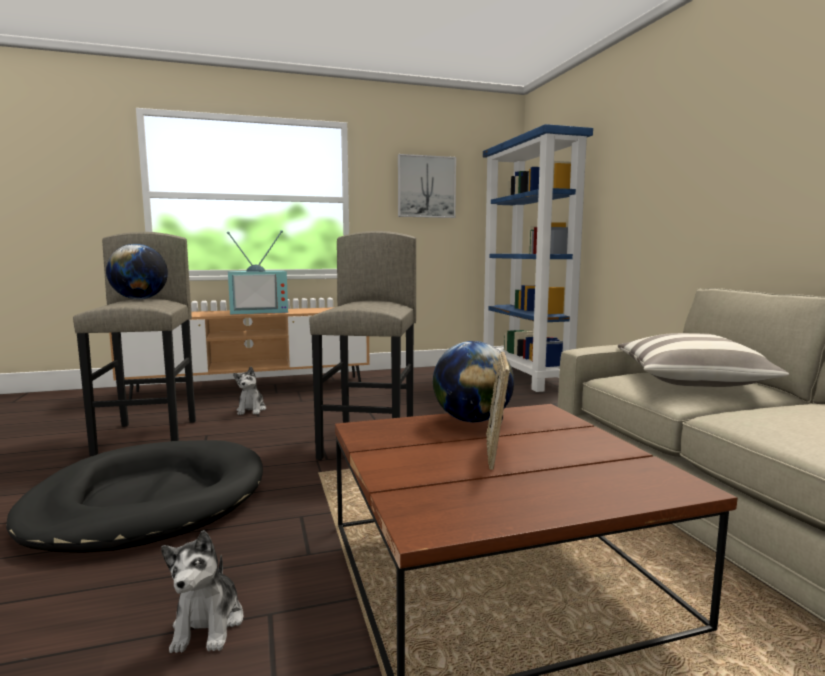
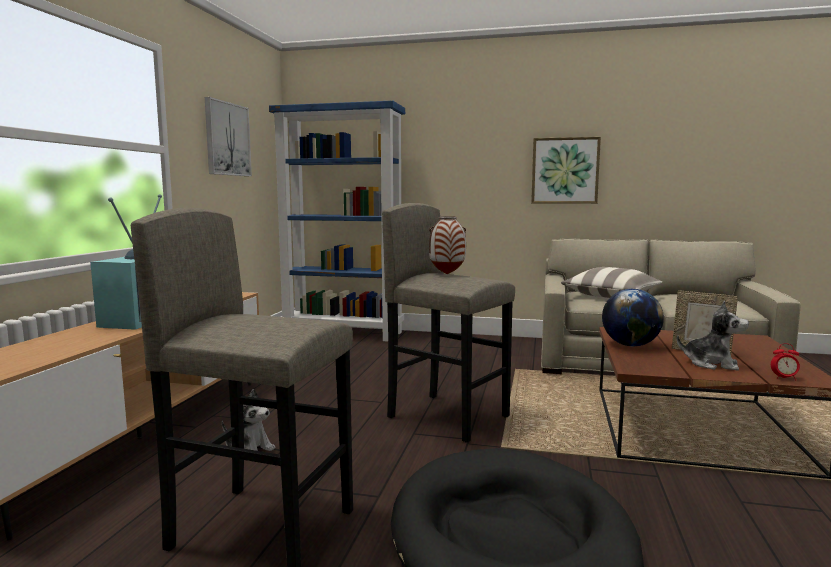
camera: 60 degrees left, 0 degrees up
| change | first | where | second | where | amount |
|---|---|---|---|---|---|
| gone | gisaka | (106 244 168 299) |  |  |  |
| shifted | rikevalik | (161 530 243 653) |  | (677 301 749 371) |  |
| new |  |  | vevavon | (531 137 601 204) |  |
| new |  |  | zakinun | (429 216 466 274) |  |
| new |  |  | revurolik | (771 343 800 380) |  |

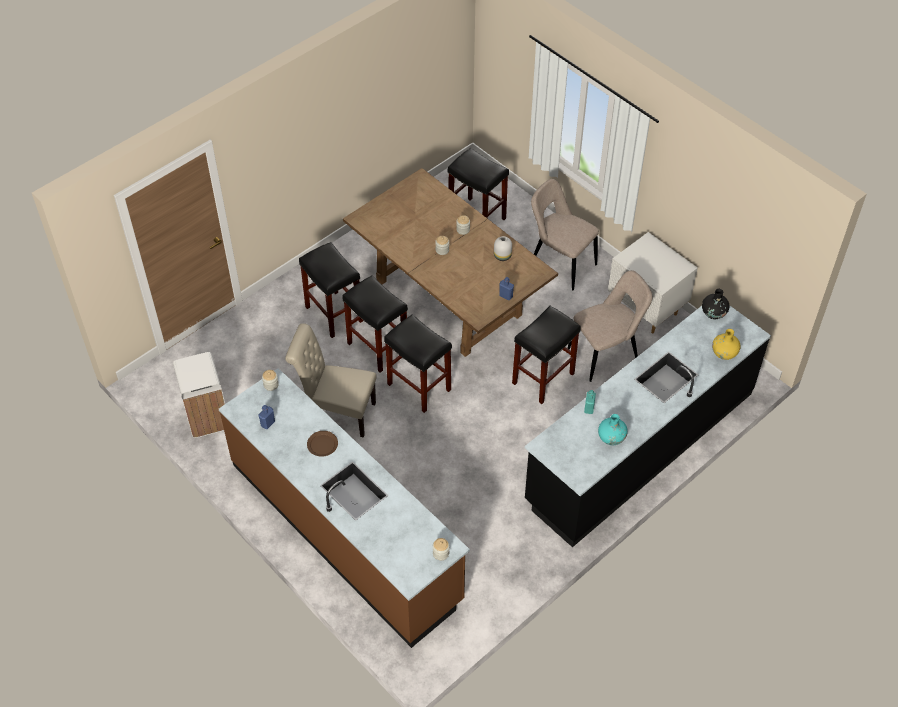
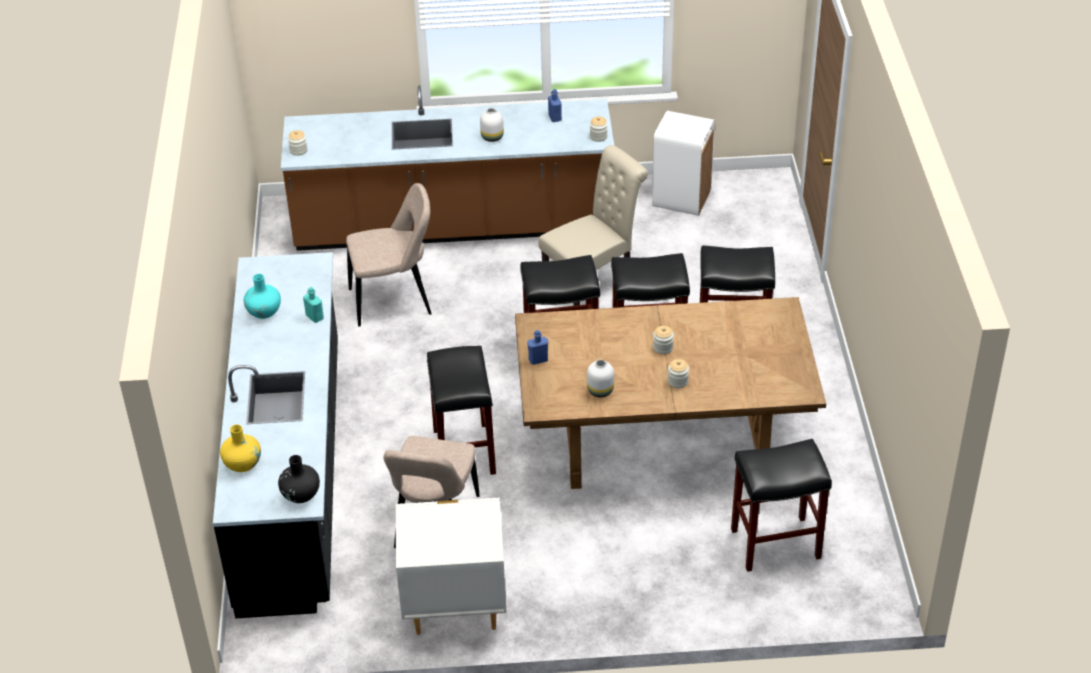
camera: 130 degrees right, 10 degrees down
| change | first | where | second | where | amount |
|---|---|---|---|---|---|
| shifted | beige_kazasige | (531 179 599 290) |  | (346 183 432 326) |  |
| swapped | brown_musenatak | (307 431 338 457) | white_zakinun | (480 108 504 142) |  |

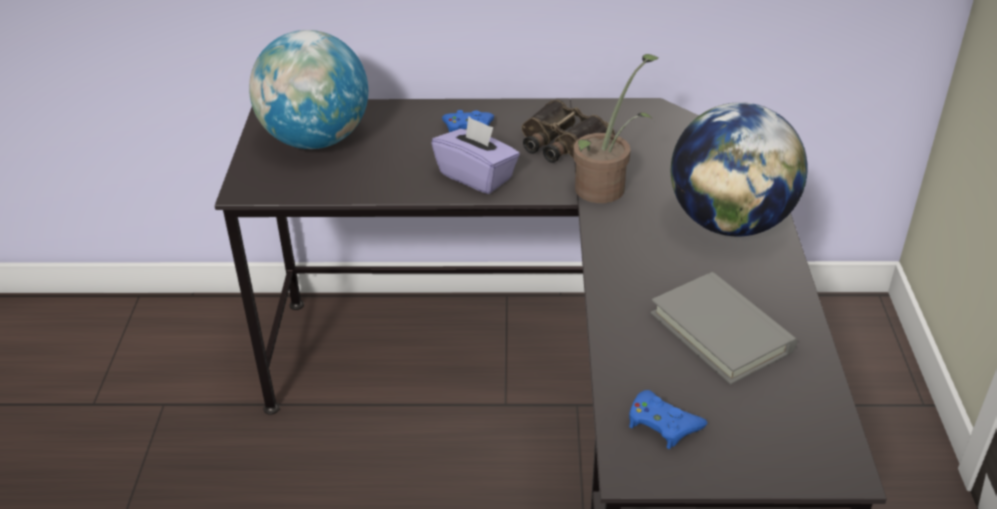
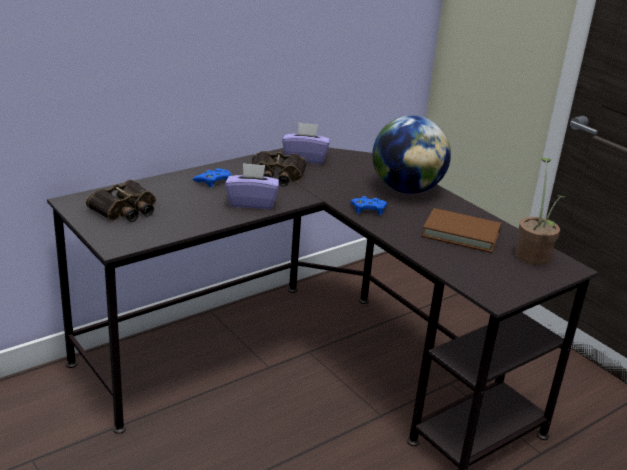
camera: 40 degrees left, 10 degrees down
| change | first | where | second | where | amount |
|---|---|---|---|---|---|
| swapped | gisaka | (249 30 368 149) | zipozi | (86 180 156 222) |  |
| shifted | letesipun | (573 54 659 203) |  | (515 158 567 265) |  |
| repainted | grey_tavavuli | (651 272 797 385) | brown_tavavuli | (422 208 501 253) |  |
| shifted | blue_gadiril | (629 390 707 449) |  | (350 196 387 215) |  |
| new |  |  | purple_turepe | (282 122 330 164) |  |

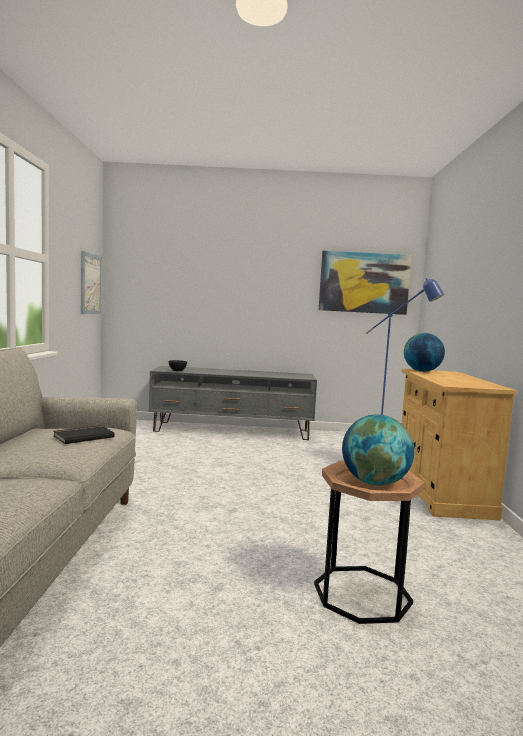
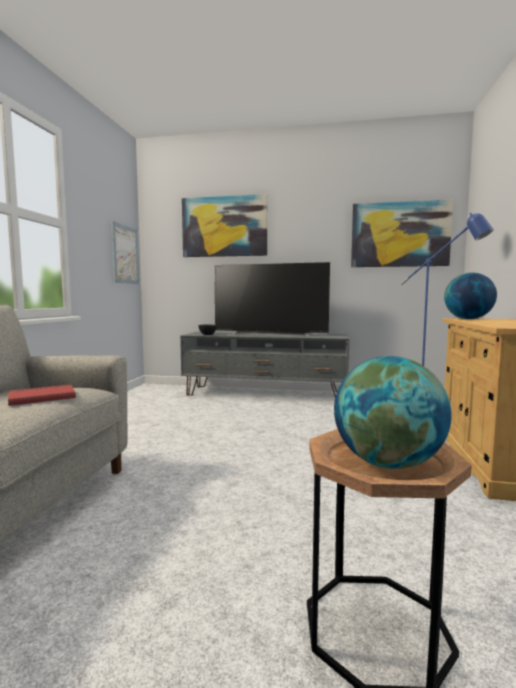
camera: 10 degrees right, 0 degrees up
| change | first | where | second | where | amount |
|---|---|---|---|---|---|
| repainted | black_tavavuli | (53 425 115 444) | red_tavavuli | (8 384 76 406) |  |
| new |  |  | vevavon | (182 194 267 257) |  |
| new |  |  | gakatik | (214 262 330 336) |  |

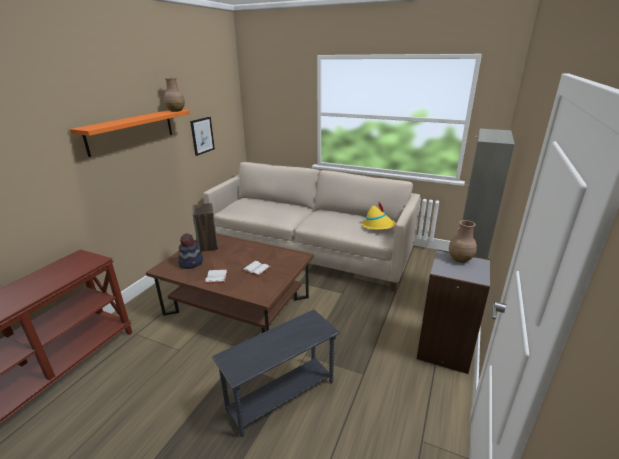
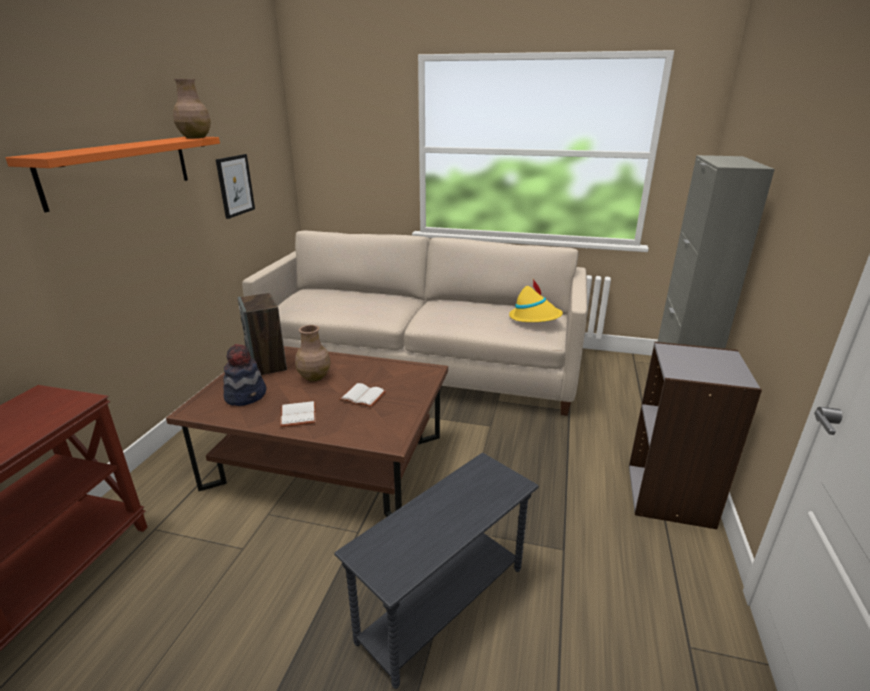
camera: 10 degrees left, 0 degrees up
| change | first | where | second | where | amount |
|---|---|---|---|---|---|
| shifted | brown_zakinun | (449 220 477 263) |  | (295 325 330 381) |  |

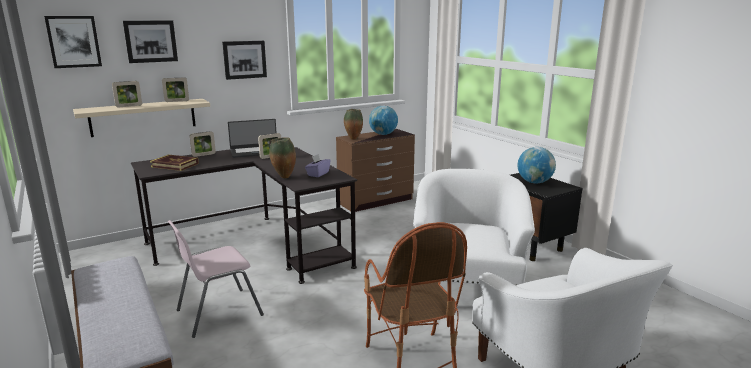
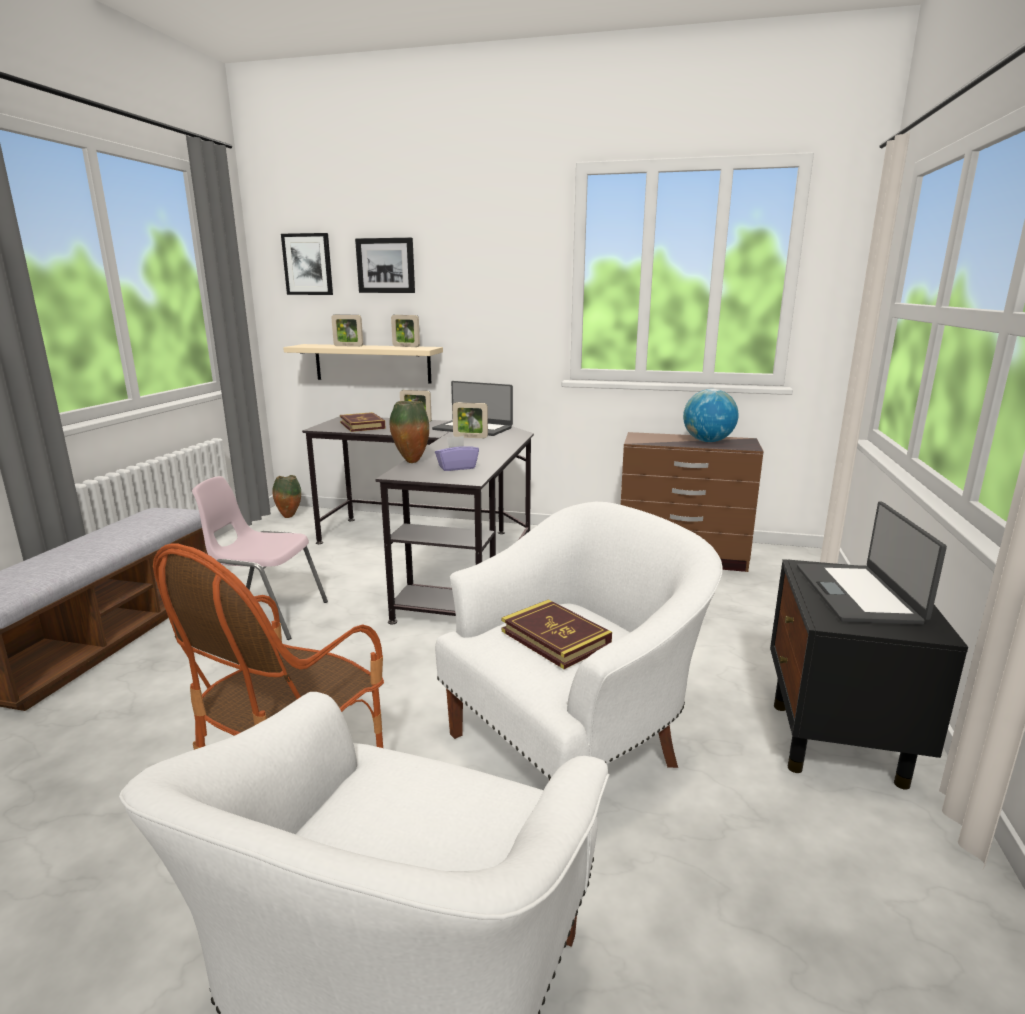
camera: 45 degrees right, 0 degrees up
| change | first | where | second | where | amount |
|---|---|---|---|---|---|
| gone | vevavon | (222 41 267 80) |  |  |  |
| shifted | zakinun | (344 109 363 140) |  | (272 475 301 518) |  |
| swapped | gisaka | (517 147 556 183) | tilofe | (797 501 947 625) |  |
| new |  |  | tavavuli | (502 599 612 669) |  |

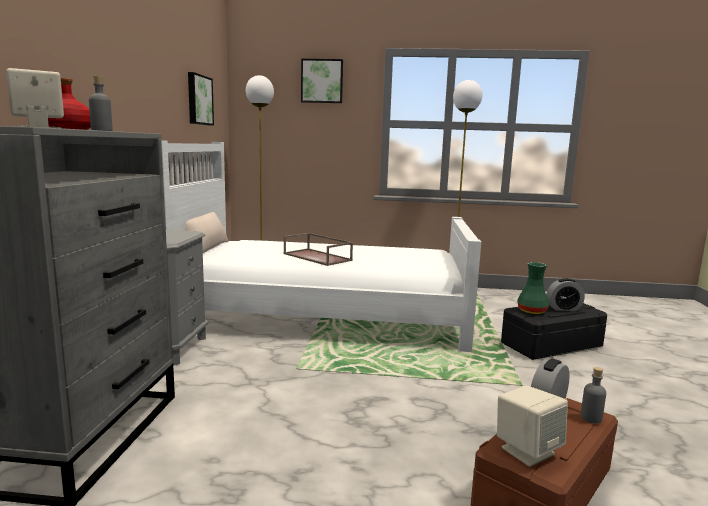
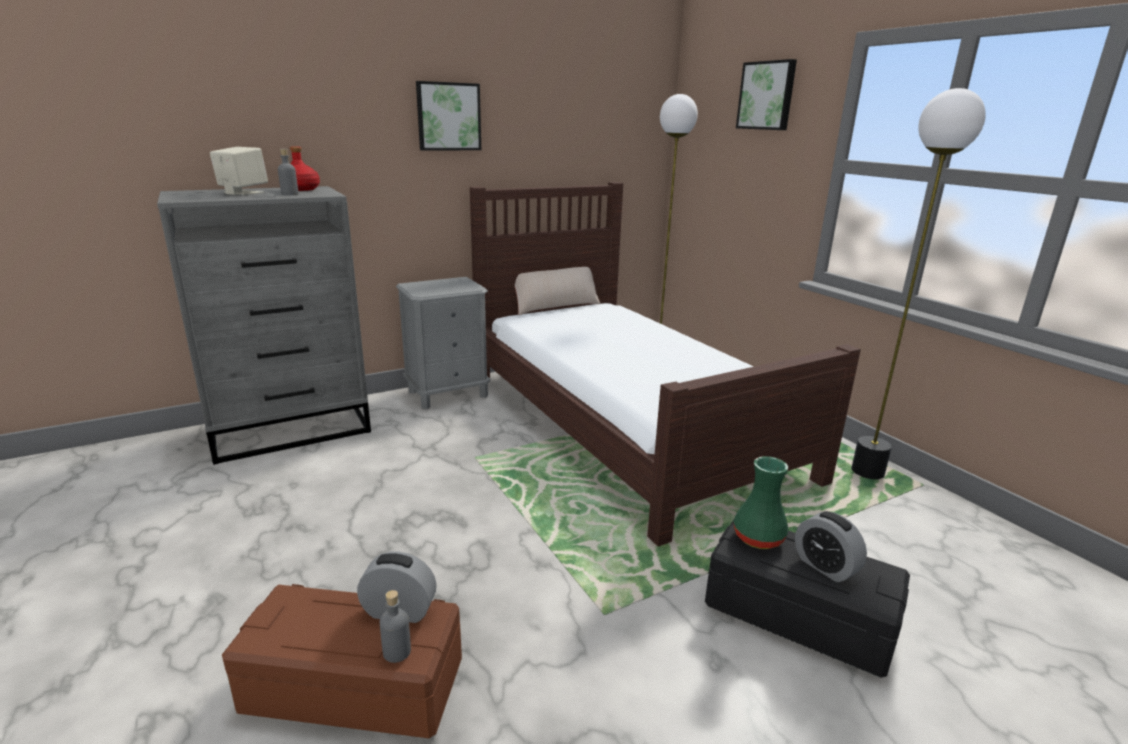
camera: 55 degrees right, 10 degrees up
| change | first | where | second | where | amount |
|---|---|---|---|---|---|
| shifted | vevavon | (188 72 214 126) |  | (416 81 481 151) |  |
| repainted | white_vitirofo | (161 140 481 352) | brown_vitirofo | (470 182 861 546) |  |
| gone | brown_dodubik | (284 233 353 266) |  |  |  |
| gone | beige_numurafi | (497 385 568 467) |  |  |  |

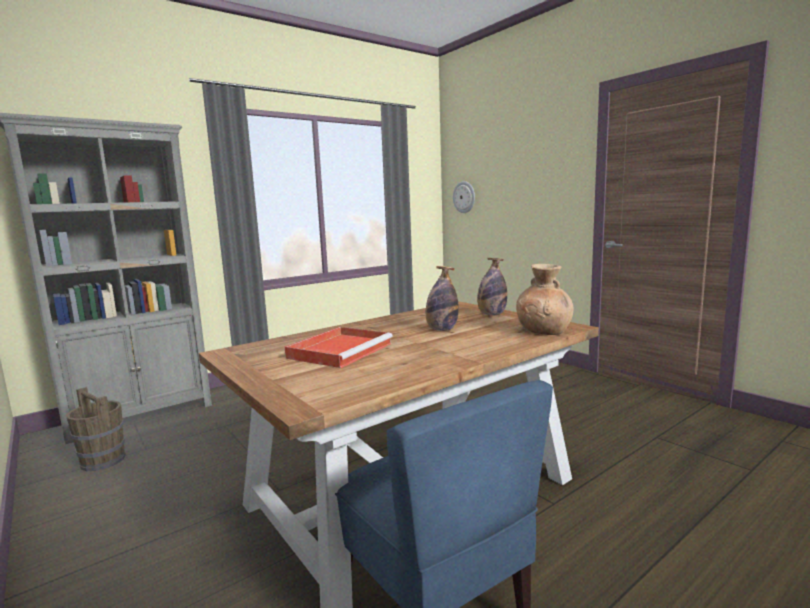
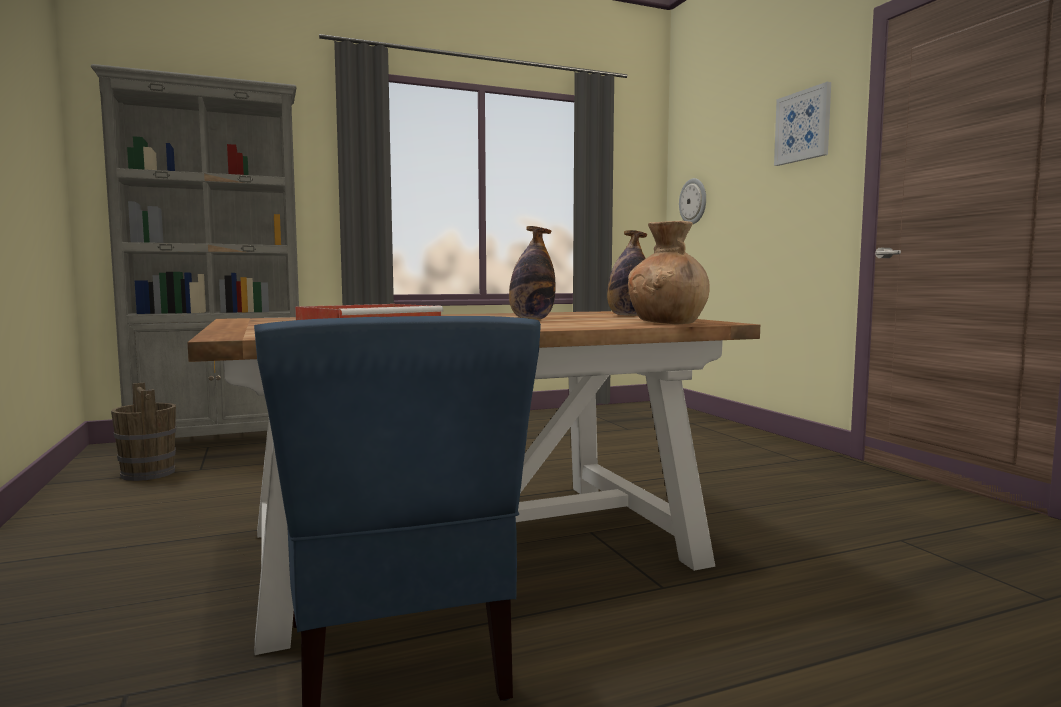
camera: 15 degrees right, 5 degrees down
| change | first | where | second | where | amount |
|---|---|---|---|---|---|
| new |  |  | vevavon | (774 82 831 166) |  |

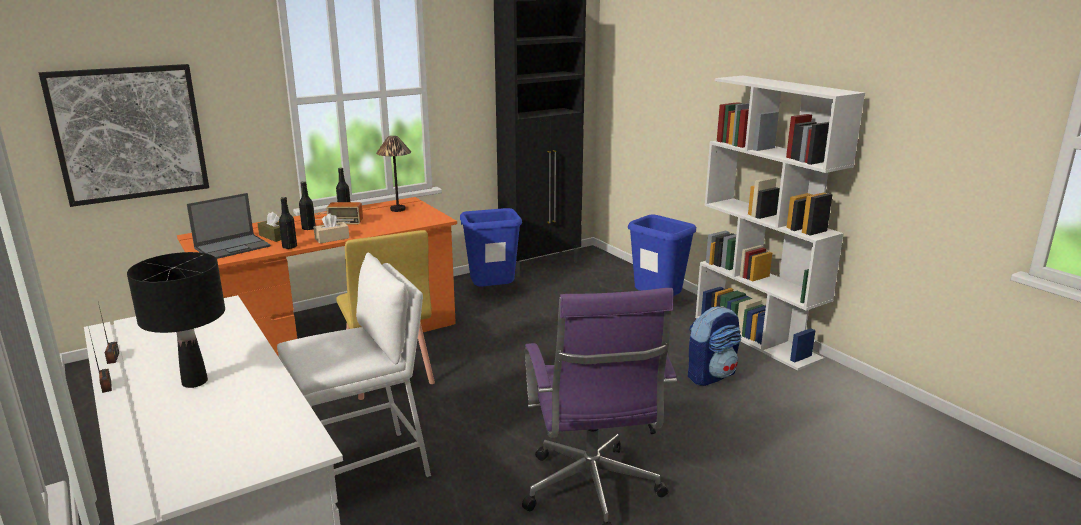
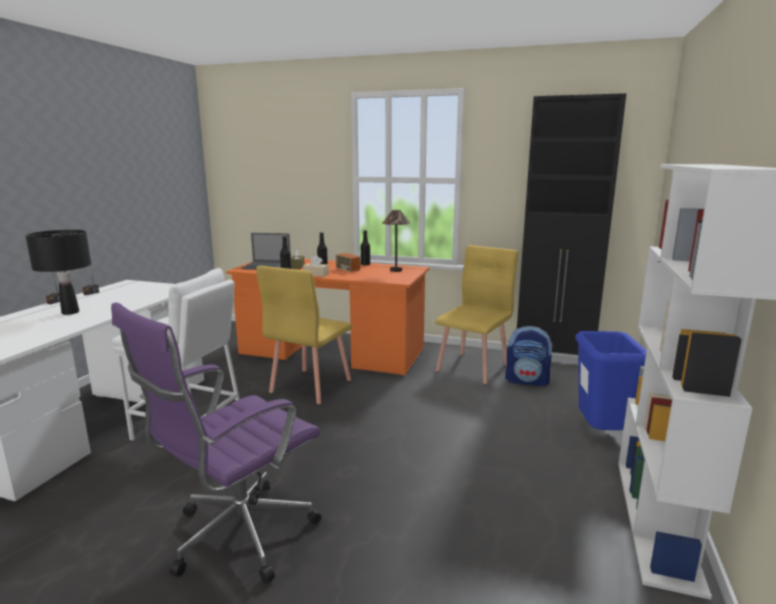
camera: 50 degrees right, 5 degrees down
| change | first | where | second | where | amount |
|---|---|---|---|---|---|
| gone | vevavon | (39 64 209 207) |  |  |  |
| swapped | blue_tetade | (460 208 522 287) | yellow_kazasige | (435 245 518 384) |  |
| shifted | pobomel | (688 306 742 386) |  | (505 326 553 386) |  |

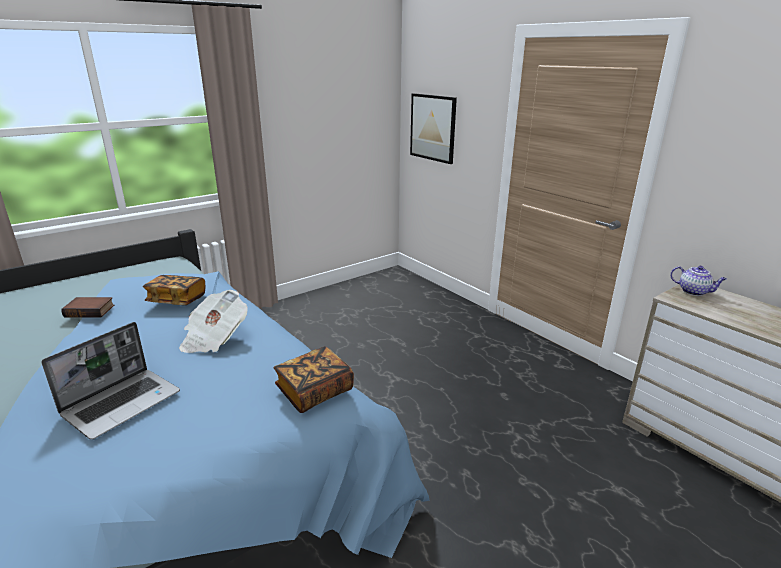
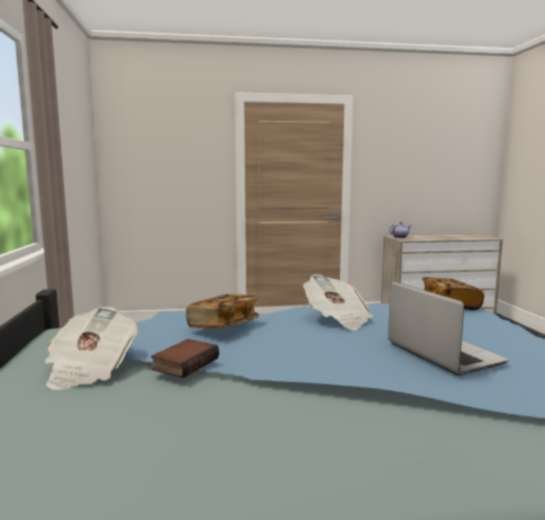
camera: 60 degrees left, 15 degrees down
| change | first | where | second | where | amount |
|---|---|---|---|---|---|
| gone | vevavon | (410 93 457 164) |  |  |  |
| new |  |  | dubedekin | (45 307 138 390) |  |

